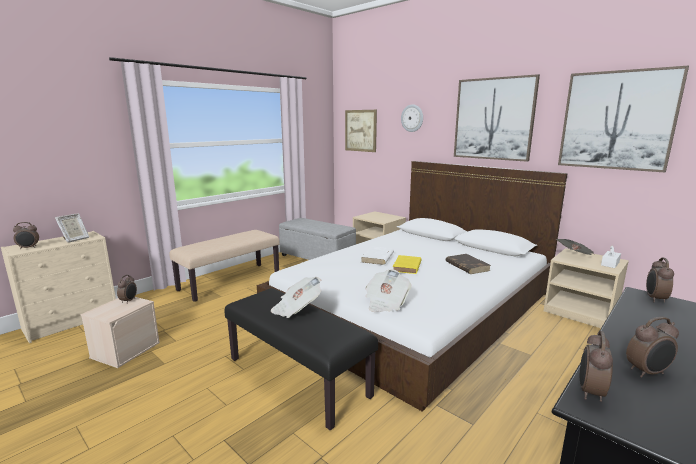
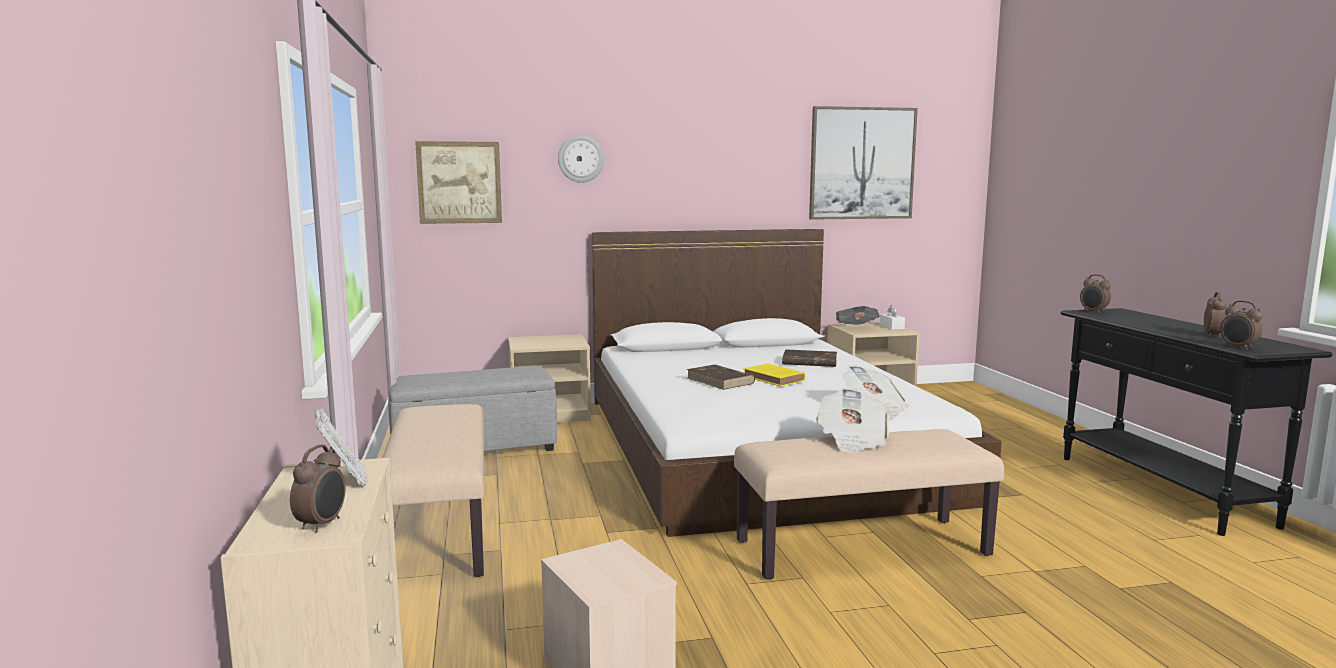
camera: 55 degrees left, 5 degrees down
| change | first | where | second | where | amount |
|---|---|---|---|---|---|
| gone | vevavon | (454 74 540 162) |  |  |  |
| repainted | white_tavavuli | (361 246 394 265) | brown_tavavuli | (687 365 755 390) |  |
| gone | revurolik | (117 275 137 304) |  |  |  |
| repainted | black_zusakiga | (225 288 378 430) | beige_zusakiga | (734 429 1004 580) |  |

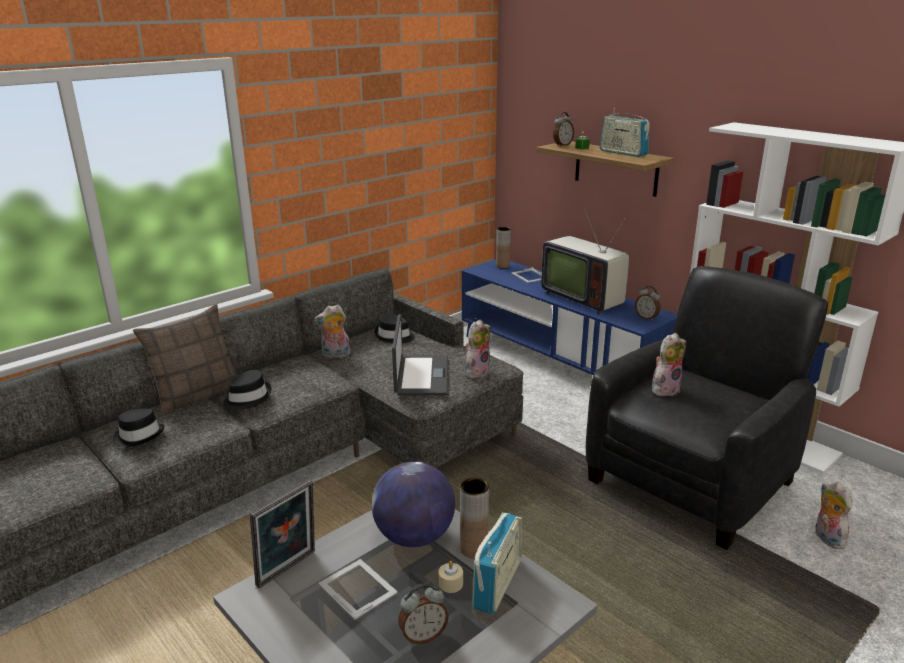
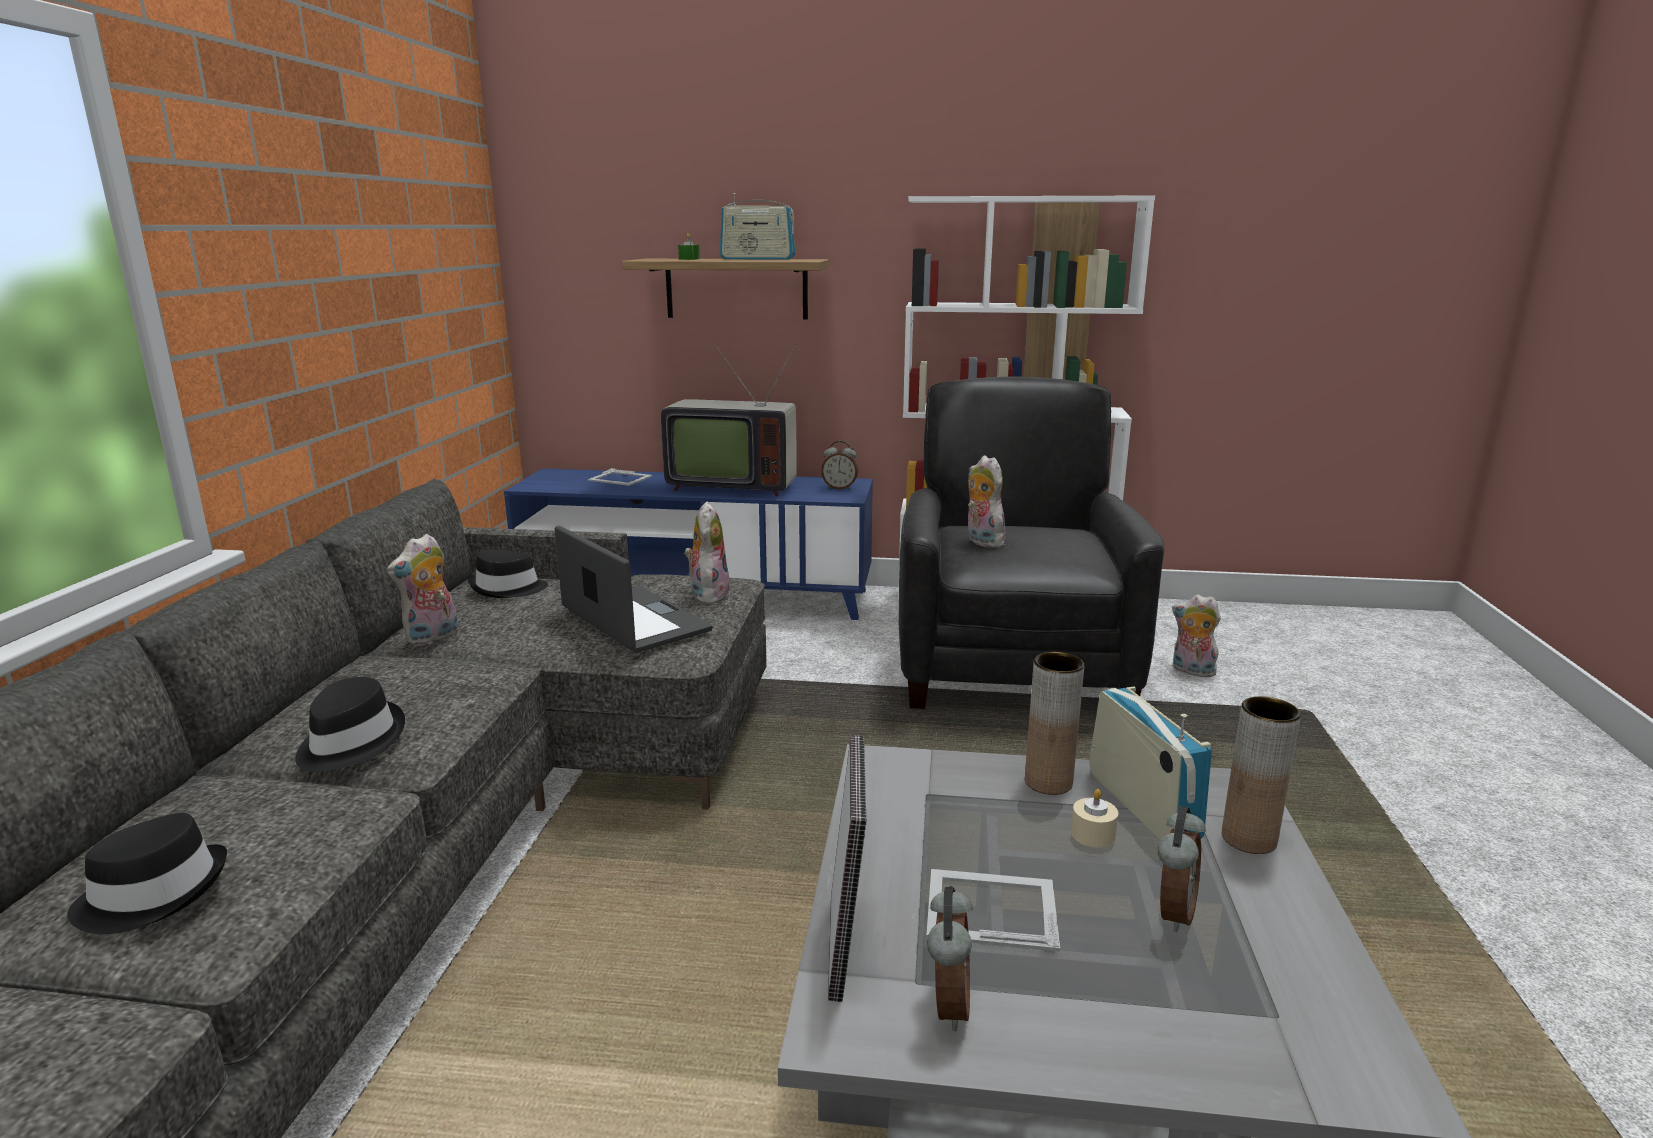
camera: 40 degrees left, 5 degrees down
| change | first | where | second | where | amount |
|---|---|---|---|---|---|
| shifted | revurolik | (553 112 574 147) |  | (927 886 973 1031) |  |
| shifted | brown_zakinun | (496 227 511 269) |  | (1222 696 1301 854) |  |
| gone | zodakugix | (133 304 238 415) |  |  |  |
| rotated | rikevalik | (652 333 686 396) |  | (968 455 1005 548) | 45 degrees counterclockwise |
| gone | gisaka | (372 462 455 547) |  |  |  |

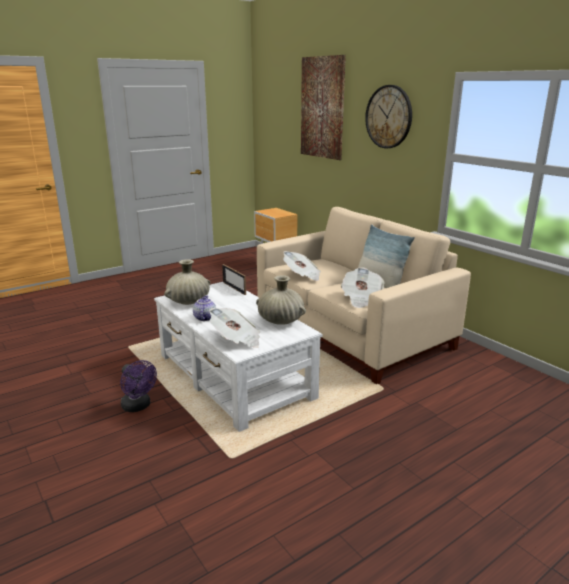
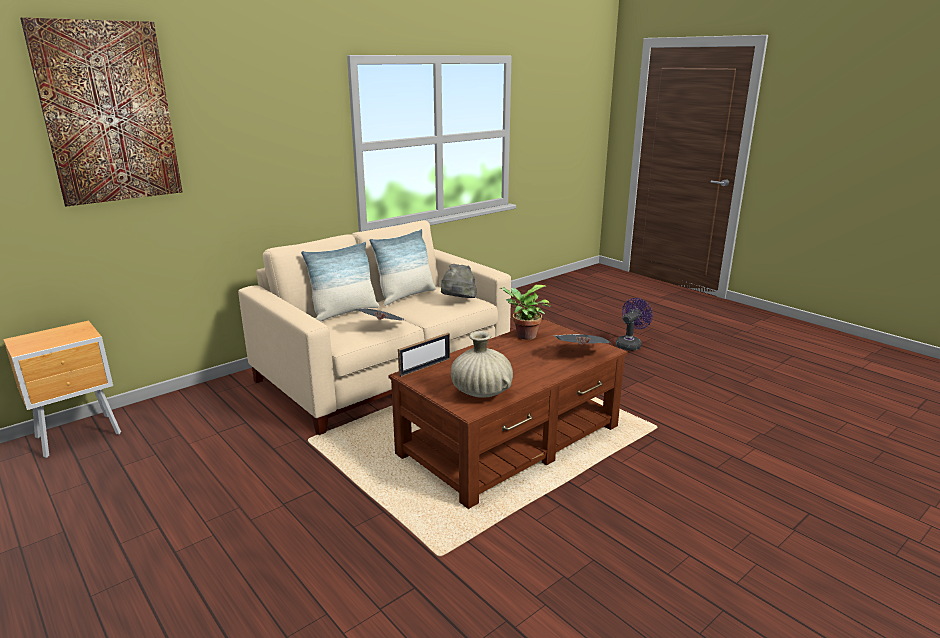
camera: 95 degrees left, 0 degrees up
| change | first | where | second | where | amount |
|---|---|---|---|---|---|
| gone | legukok | (365 85 412 148) |  |  |  |
| swapped | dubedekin | (341 267 384 308) | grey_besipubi | (441 264 477 298) |  |
| swapped | beige_zakinun | (256 275 306 325) | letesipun | (501 285 550 340) |  |
| repainted | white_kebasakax | (154 282 323 432) | brown_kebasakax | (388 319 628 509) |  |
| gone | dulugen | (193 295 216 321) |  |  |  |
| shifted | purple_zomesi | (120 360 157 412) |  | (616 298 653 351) |  |
| new |  |  | zodakugix | (301 242 380 322) |  |

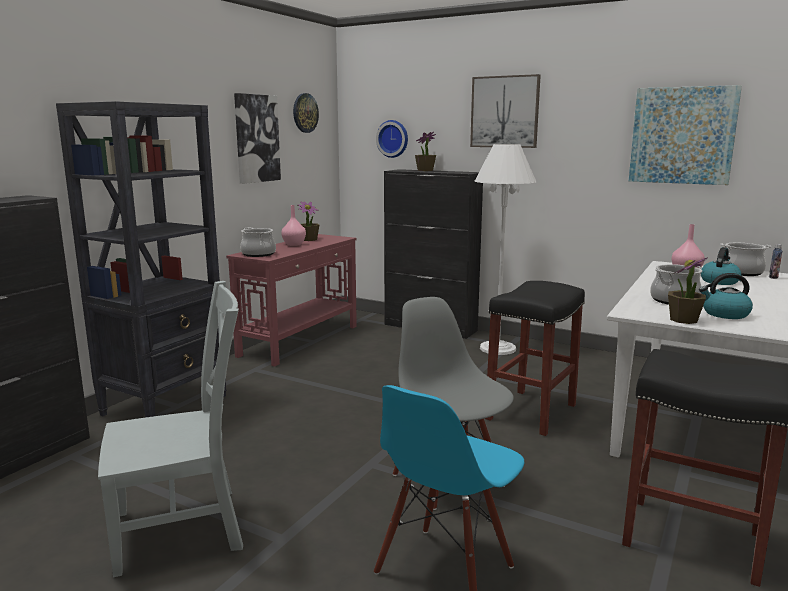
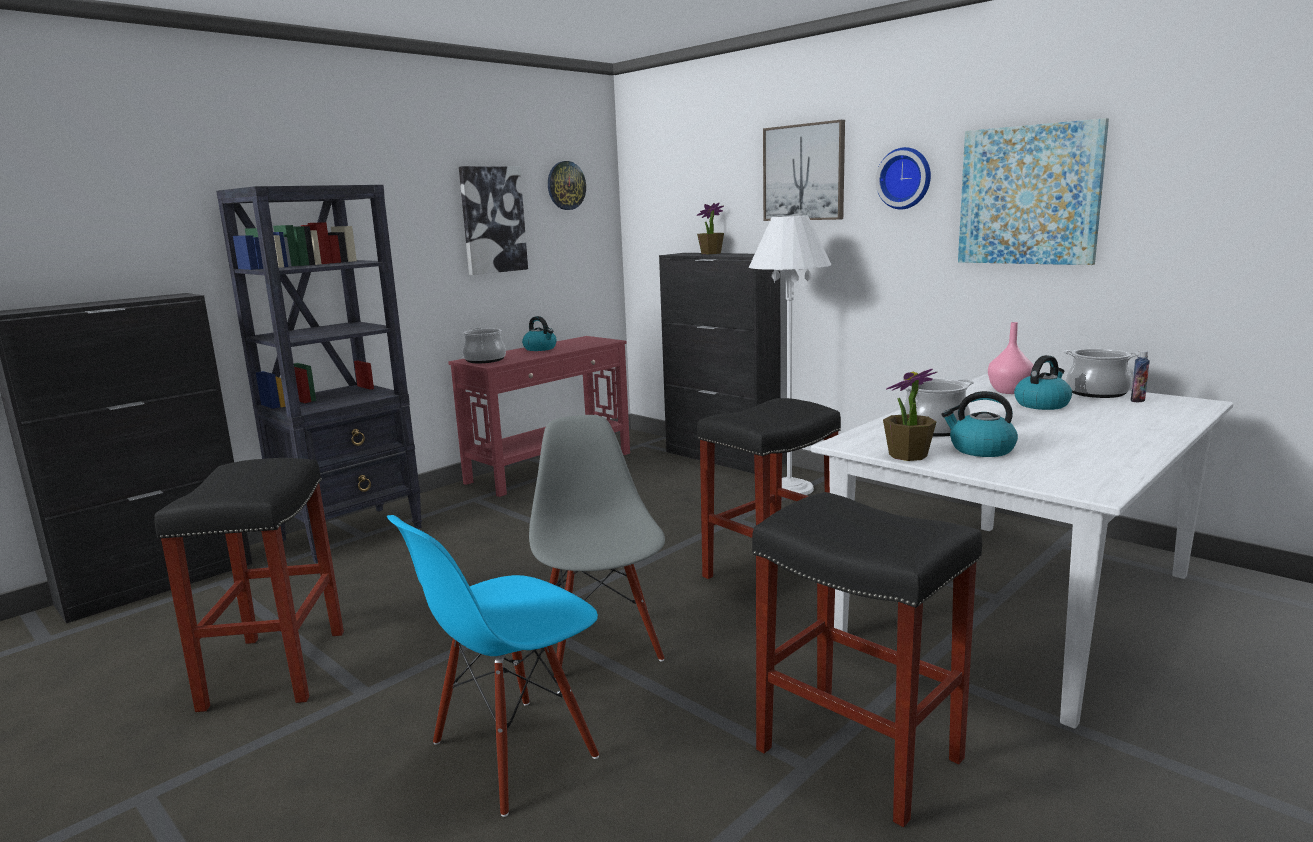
camera: 15 degrees right, 0 degrees up
| change | first | where | second | where | amount |
|---|---|---|---|---|---|
| shifted | legukok | (376 120 408 158) |  | (876 147 931 209) |  |
| gone | letesipun | (297 201 319 241) |  |  |  |
| swapped | pink_zakinun | (281 205 306 246) | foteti | (522 316 557 351) |  |
| swapped | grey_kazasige | (98 281 243 577) | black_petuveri | (154 458 344 712) |  |

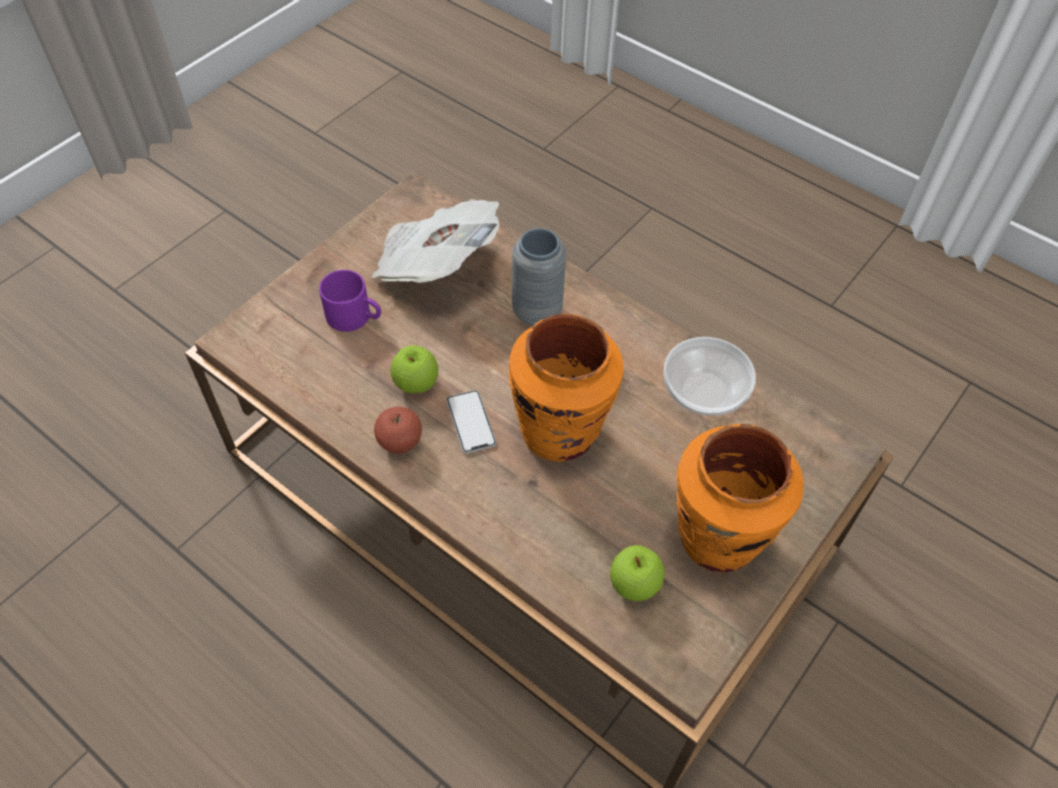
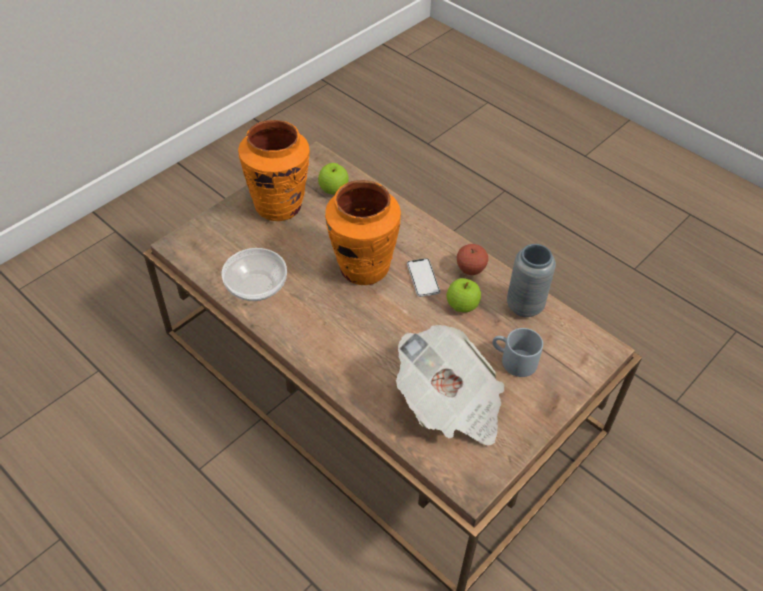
camera: 175 degrees left, 5 degrees down
| change | first | where | second | where | amount |
|---|---|---|---|---|---|
| shifted | grey_zakinun | (512 228 566 326) |  | (507 244 556 317) |  |
| repainted | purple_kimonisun | (319 270 381 332) | grey_kimonisun | (492 328 543 377) |  |

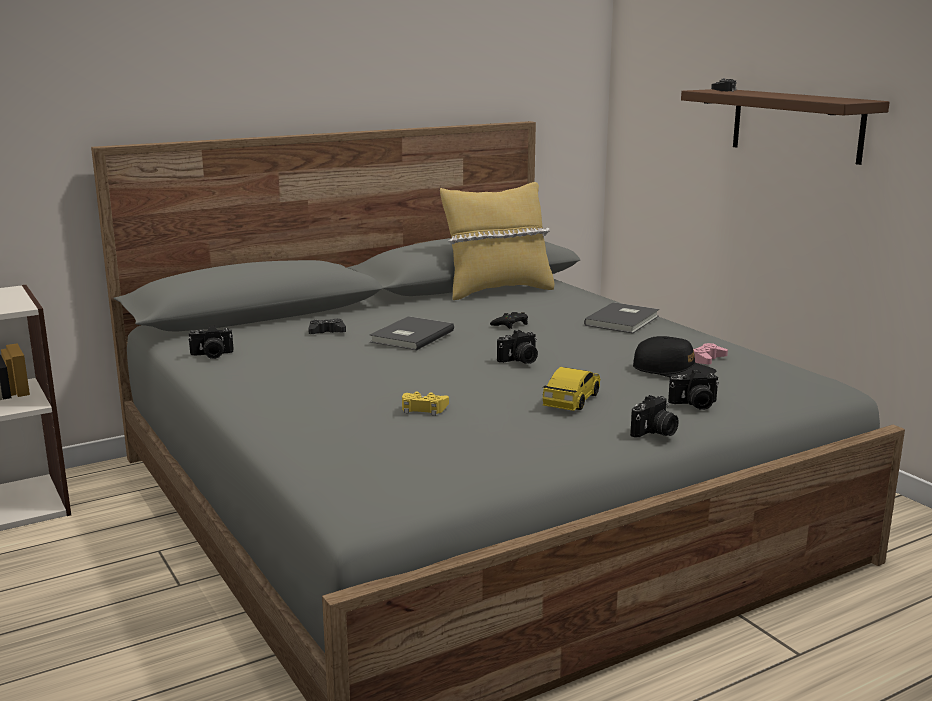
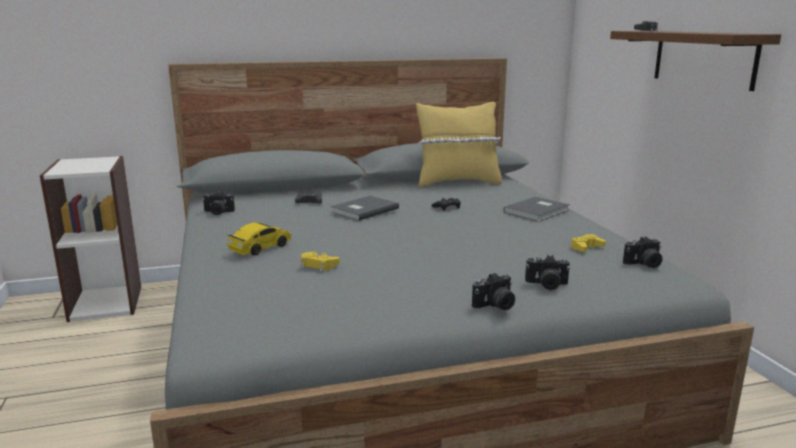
camera: 15 degrees right, 0 degrees up
| change | first | where | second | where | amount |
|---|---|---|---|---|---|
| shifted | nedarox | (497 330 538 364) |  | (623 237 662 268) |  |
| gone | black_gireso | (633 336 717 377) |  |  |  |
| repainted | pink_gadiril | (693 343 728 364) | yellow_gadiril | (571 234 606 252) |  |
| shifted | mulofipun | (543 367 601 411) |  | (227 222 291 255) |  |

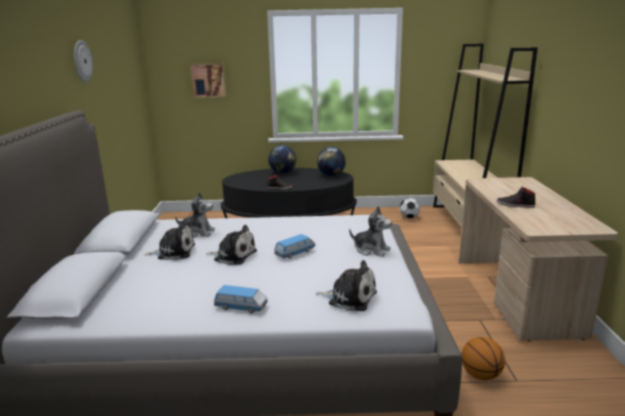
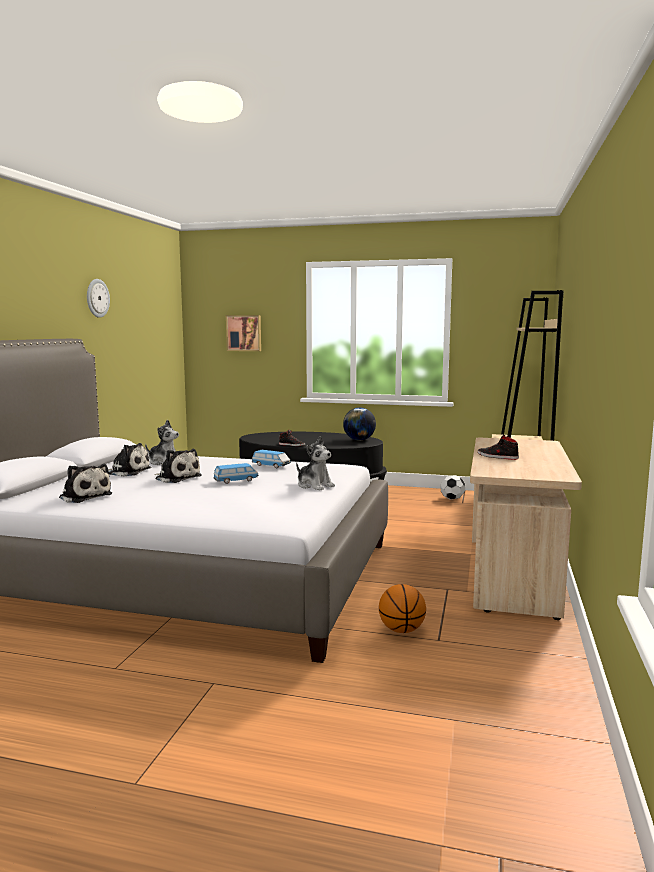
camera: 15 degrees right, 10 degrees down
| change | first | where | second | where | amount |
|---|---|---|---|---|---|
| gone | gisaka | (268 145 297 174) |  |  |  |
| shifted | rikevalik | (316 260 377 311) |  | (59 464 112 503) |  |
| shifted | mulofipun | (214 285 268 313) |  | (252 450 291 468) |  |

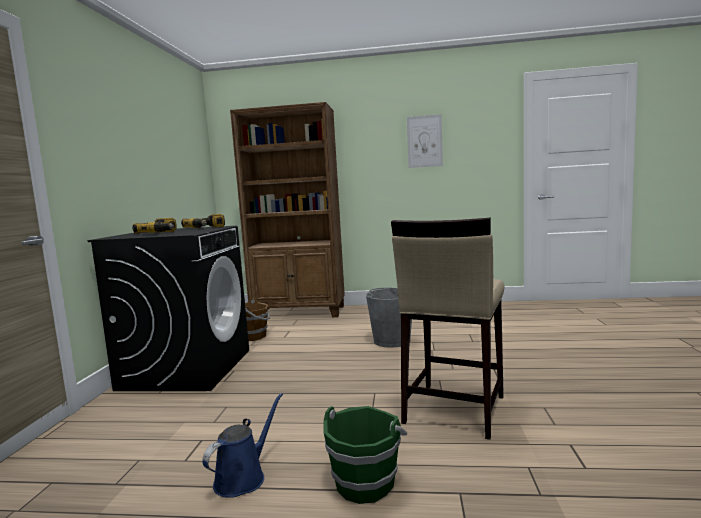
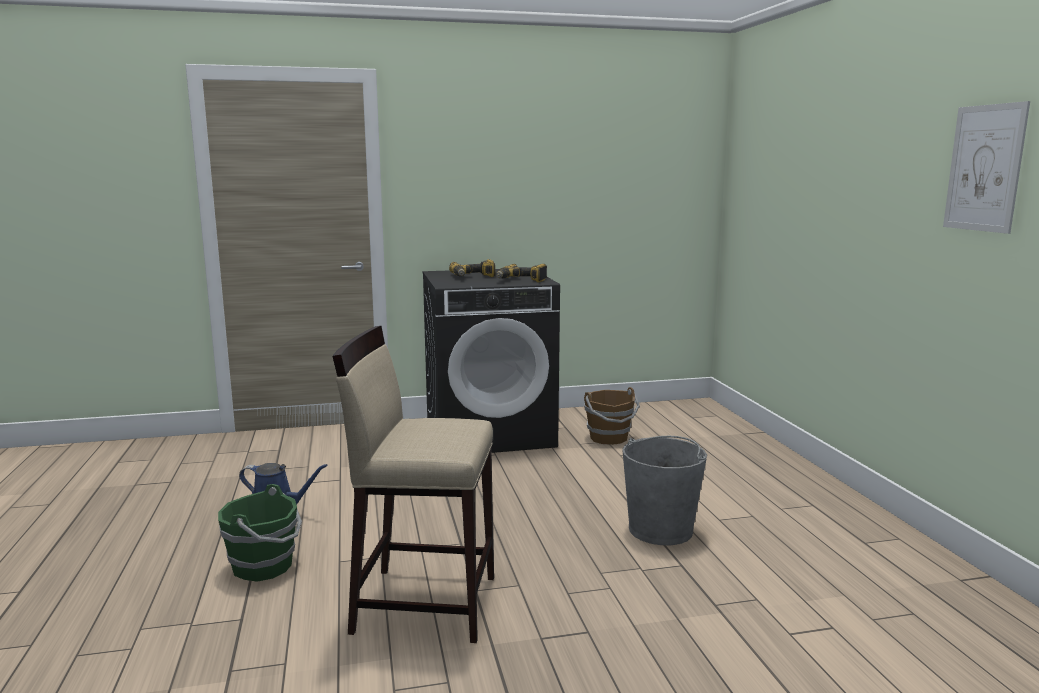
camera: 70 degrees right, 5 degrees up
| change | first | where | second | where | amount |
|---|---|---|---|---|---|
| gone | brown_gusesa | (230 102 345 317) |  |  |  |

